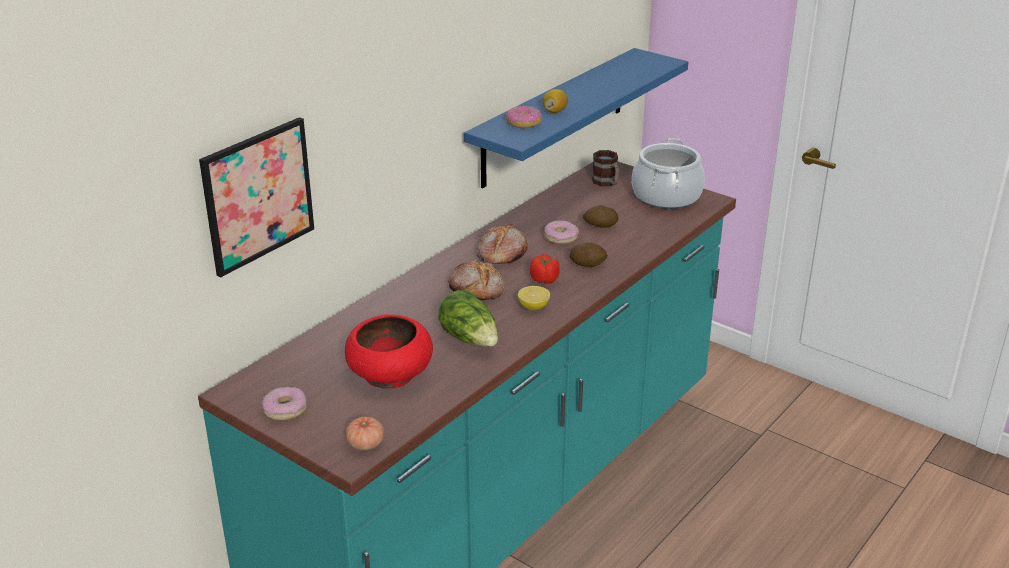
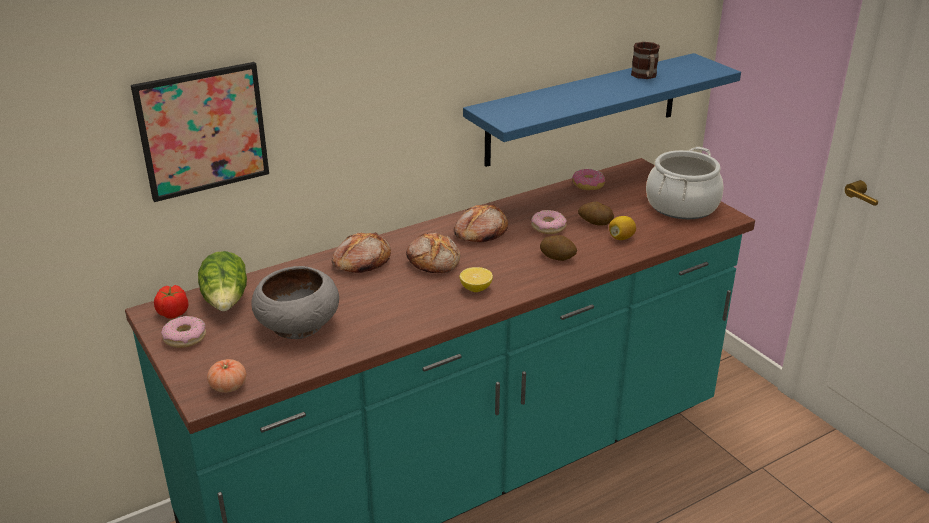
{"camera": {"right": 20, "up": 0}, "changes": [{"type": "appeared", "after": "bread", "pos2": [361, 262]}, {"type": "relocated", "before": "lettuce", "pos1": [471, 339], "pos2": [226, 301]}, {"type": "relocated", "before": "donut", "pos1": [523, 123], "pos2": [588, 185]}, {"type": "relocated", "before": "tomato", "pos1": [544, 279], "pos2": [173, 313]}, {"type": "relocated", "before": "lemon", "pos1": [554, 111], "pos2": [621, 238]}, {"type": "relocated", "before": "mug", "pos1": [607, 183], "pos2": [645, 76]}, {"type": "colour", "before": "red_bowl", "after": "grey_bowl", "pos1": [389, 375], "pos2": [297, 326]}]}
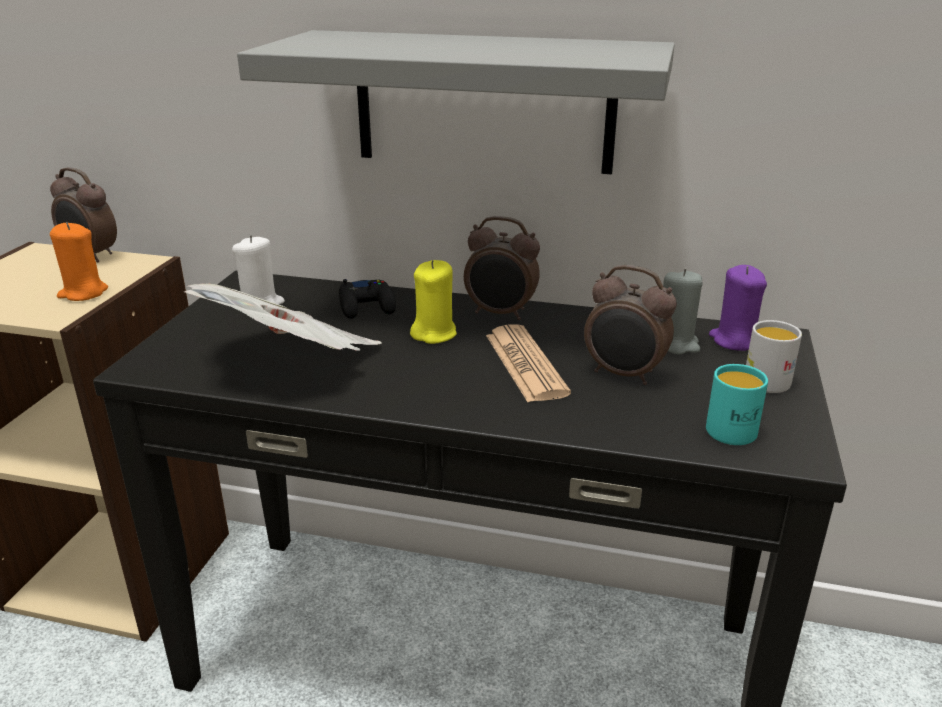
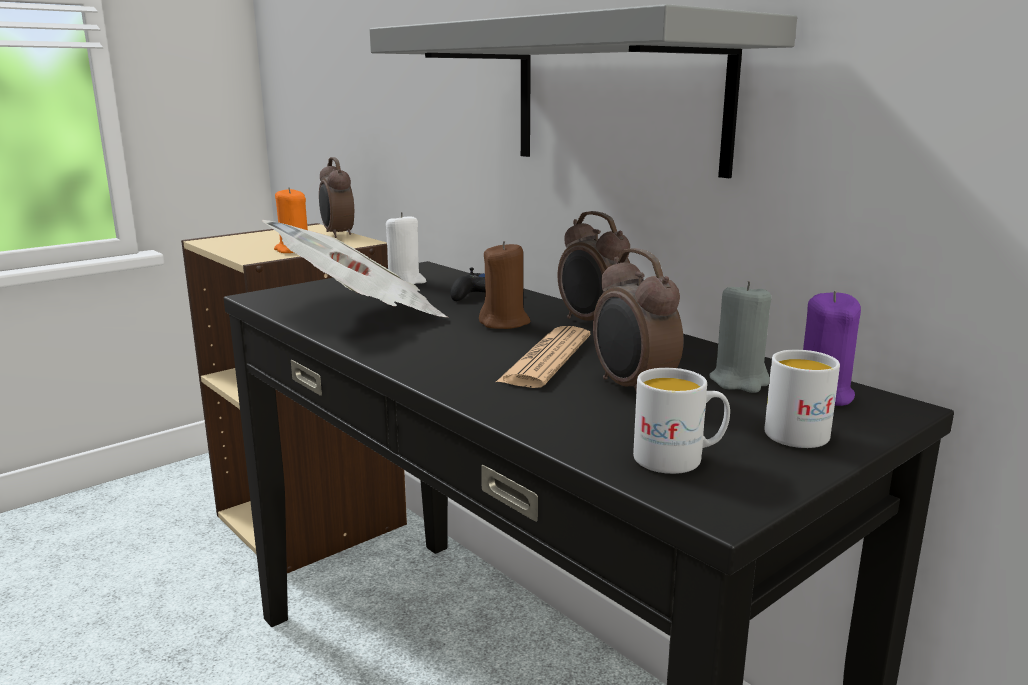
{"camera": {"right": 35, "up": -10}, "changes": [{"type": "colour", "before": "yellow_candle", "after": "brown_candle", "pos1": [434, 334], "pos2": [504, 323]}, {"type": "colour", "before": "turquoise_mug", "after": "white_mug", "pos1": [737, 428], "pos2": [679, 459]}]}
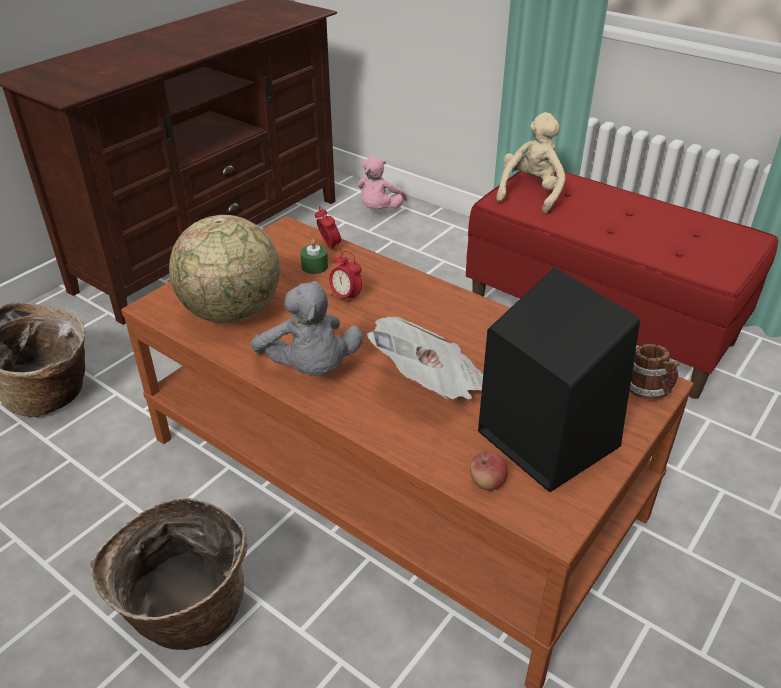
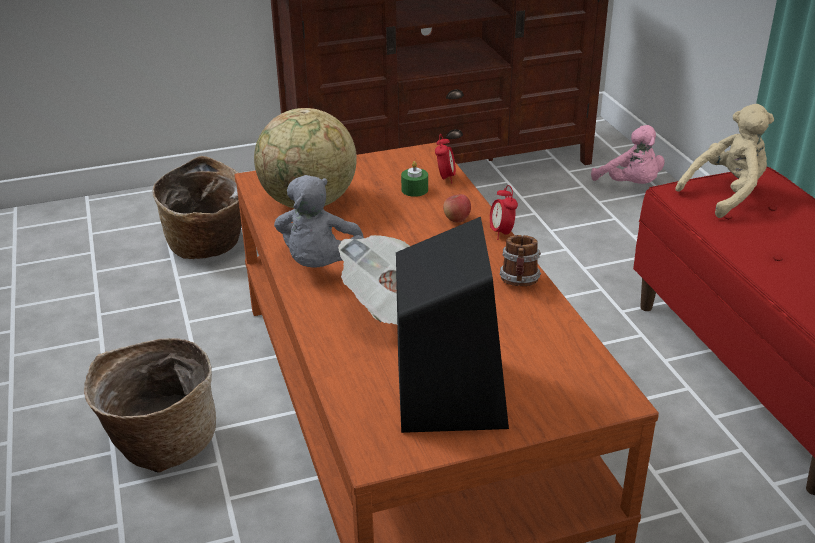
{"camera": {"right": 35, "up": -5}, "changes": [{"type": "relocated", "before": "alarm_clock", "pos1": [346, 297], "pos2": [501, 233]}, {"type": "relocated", "before": "apple", "pos1": [487, 483], "pos2": [457, 219]}, {"type": "relocated", "before": "mug", "pos1": [649, 392], "pos2": [519, 282]}, {"type": "spun", "before": "pink_plush_toy", "pos1": [379, 210], "pos2": [630, 185], "turn": -90}]}
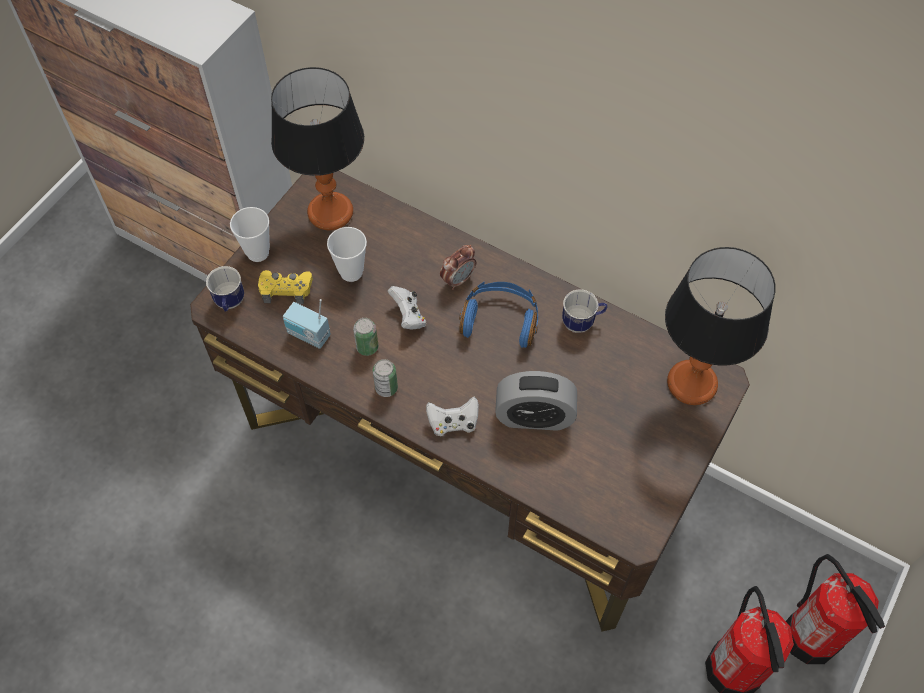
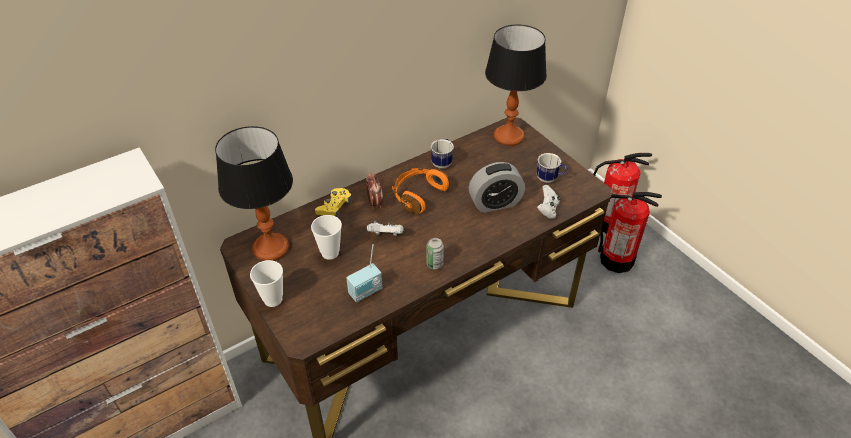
{"camera": {"right": -65, "up": -15}, "changes": [{"type": "missing", "before": "can", "pos1": [367, 347]}, {"type": "relocated", "before": "mug", "pos1": [229, 303], "pos2": [549, 179]}, {"type": "relocated", "before": "yellow_game_controller", "pos1": [286, 289], "pos2": [334, 207]}, {"type": "relocated", "before": "white_game_controller", "pos1": [453, 423], "pos2": [547, 210]}, {"type": "colour", "before": "blue_headphones", "after": "orange_headphones", "pos1": [500, 320], "pos2": [418, 195]}, {"type": "spun", "before": "alarm_clock", "pos1": [534, 416], "pos2": [495, 203], "turn": 45}]}
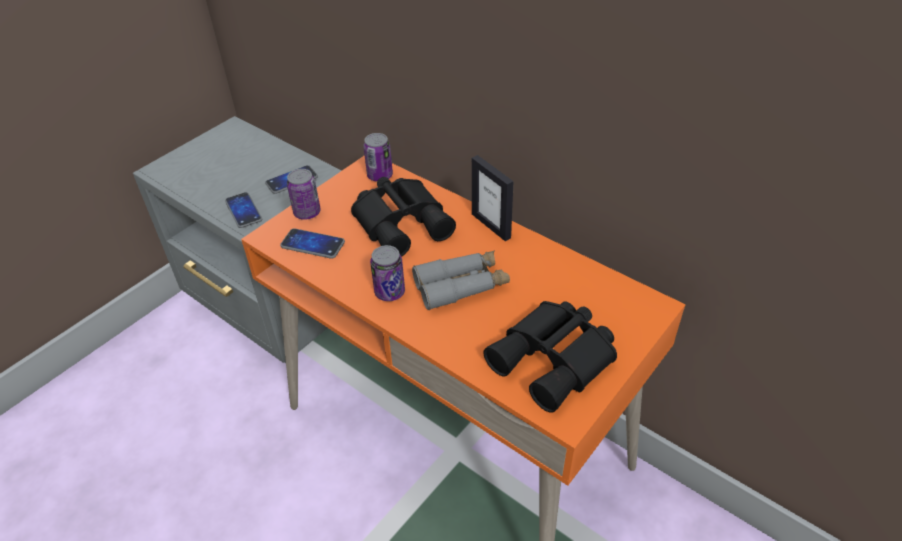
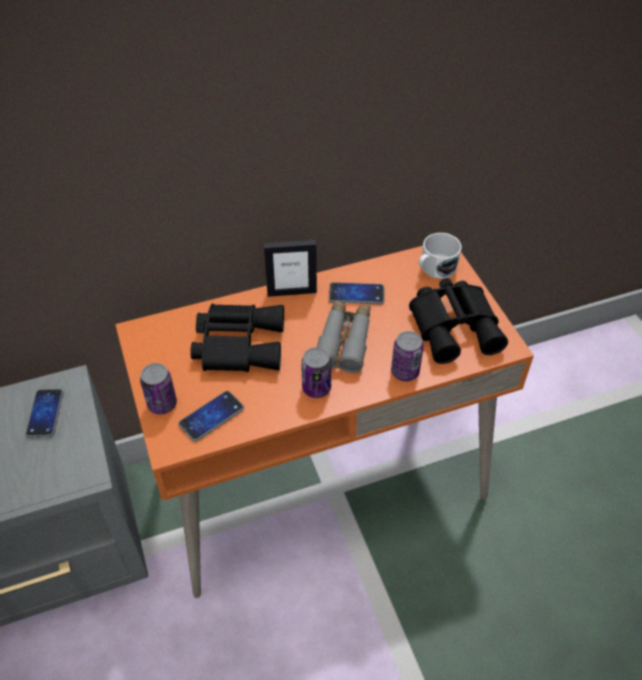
{"camera": {"right": -60, "up": 5}, "changes": [{"type": "appeared", "after": "white_mug", "pos2": [435, 268]}, {"type": "relocated", "before": "phone", "pos1": [243, 211], "pos2": [356, 294]}, {"type": "relocated", "before": "can", "pos1": [380, 175], "pos2": [405, 372]}]}
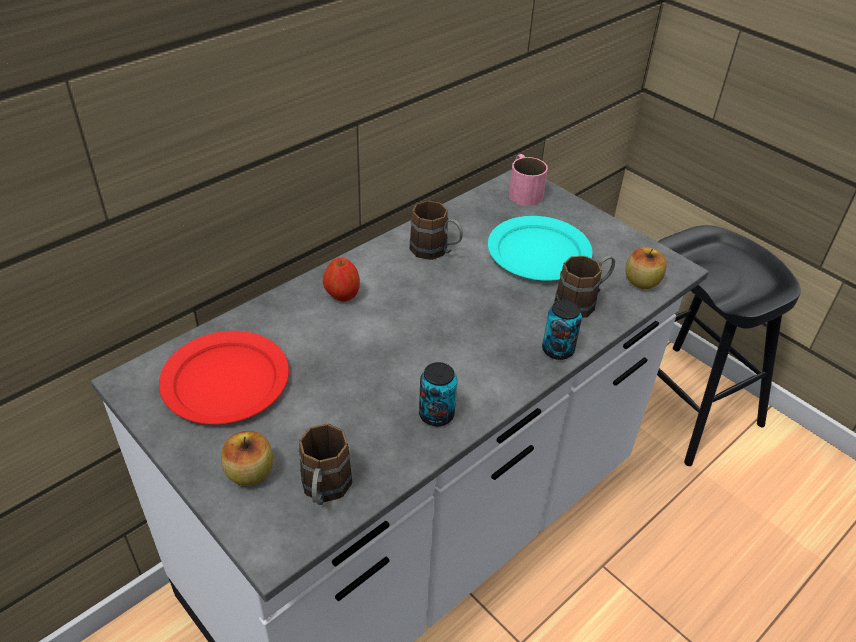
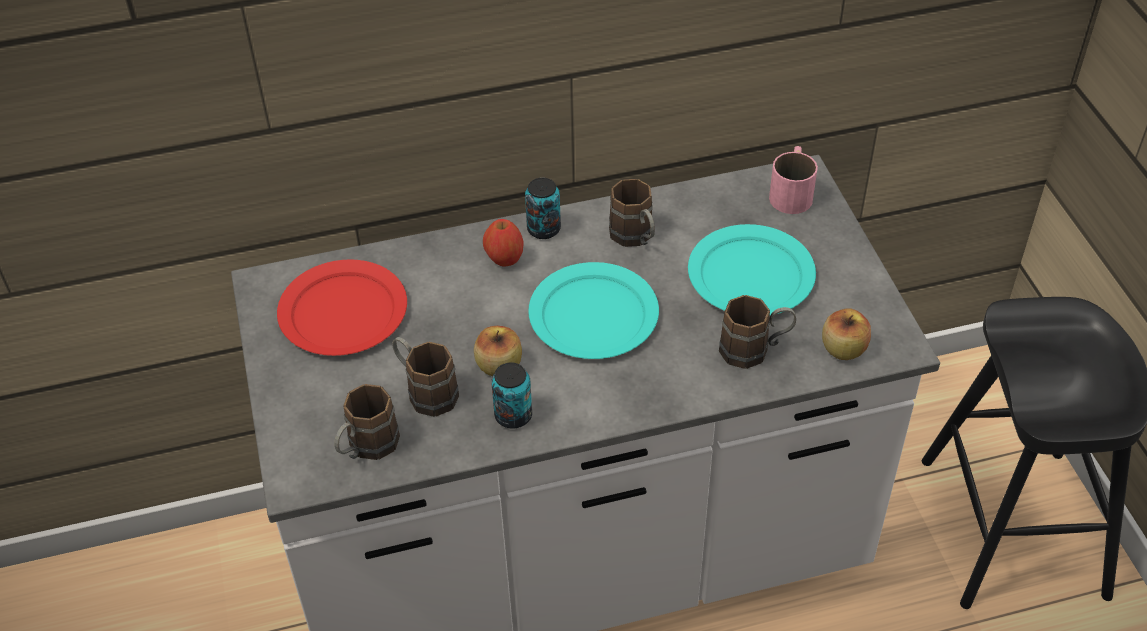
{"camera": {"right": 30, "up": 5}, "changes": [{"type": "appeared", "after": "brown_mug", "pos2": [425, 391]}, {"type": "appeared", "after": "turquoise_plate", "pos2": [593, 314]}, {"type": "relocated", "before": "apple", "pos1": [249, 473], "pos2": [499, 366]}, {"type": "relocated", "before": "can", "pos1": [557, 350], "pos2": [543, 229]}]}
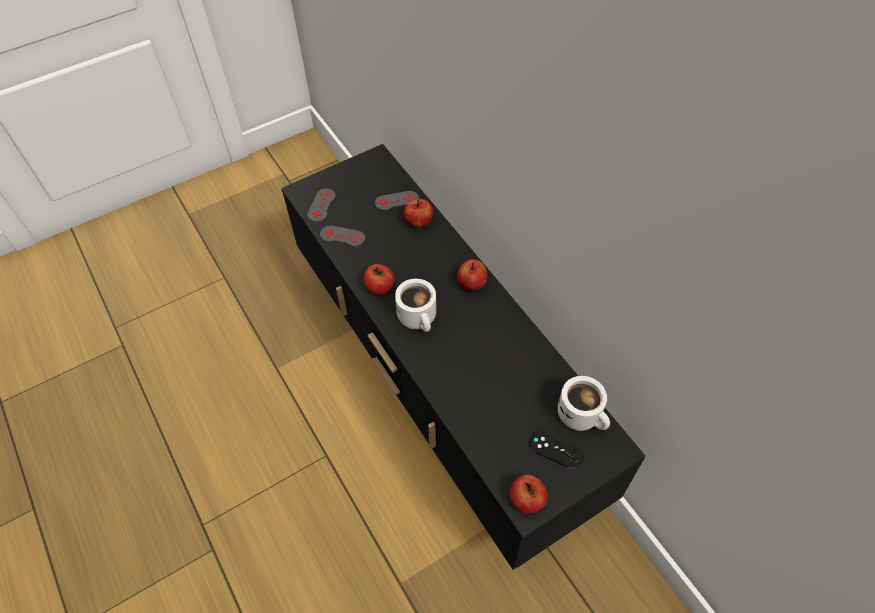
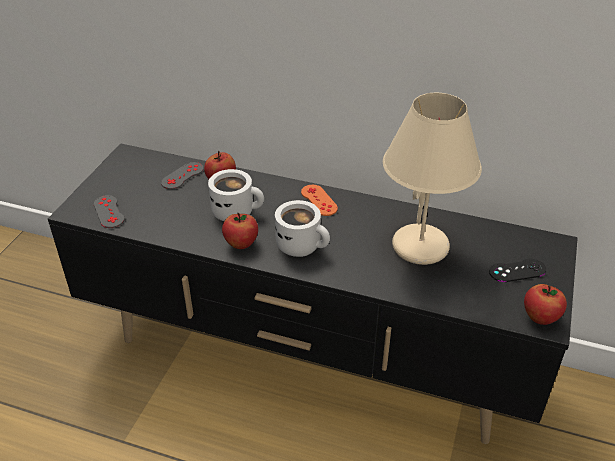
{"camera": {"right": -40, "up": -15}, "changes": [{"type": "missing", "before": "grey_game_controller", "pos1": [342, 236]}, {"type": "appeared", "after": "beige_table_lamp", "pos2": [421, 247]}, {"type": "relocated", "before": "white_mug", "pos1": [582, 415], "pos2": [237, 211]}, {"type": "exchanged", "before": "apple", "after": "orange_game_controller", "pos1": [471, 284], "pos2": [319, 200]}]}
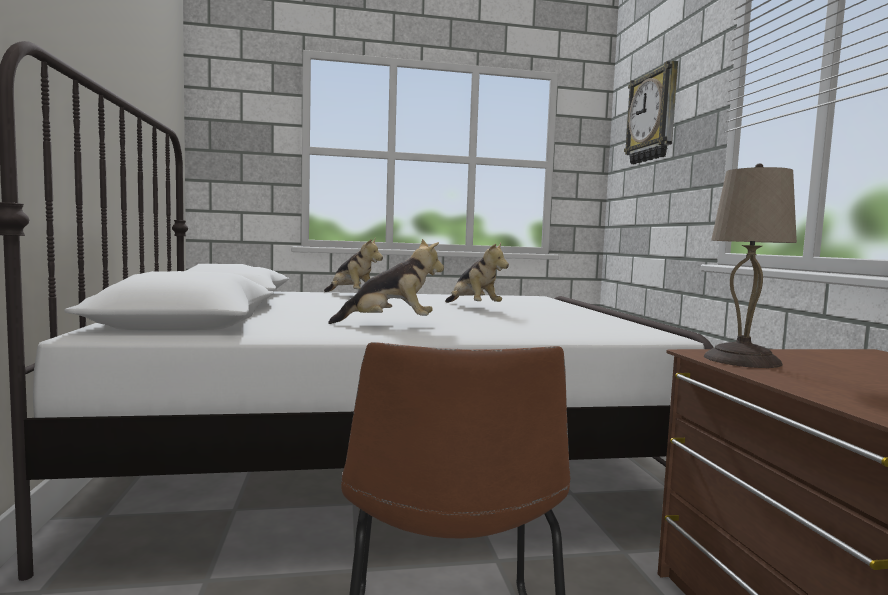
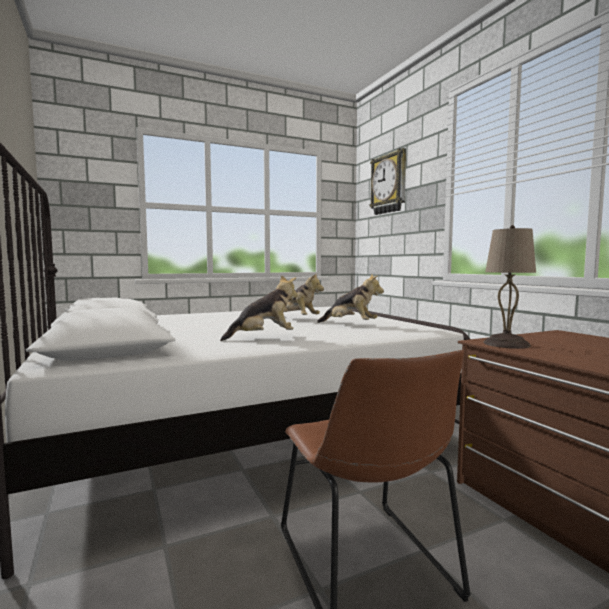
{"camera": {"right": -15, "up": 0}, "changes": [{"type": "relocated", "before": "plush_toy", "pos1": [351, 295], "pos2": [350, 324]}]}
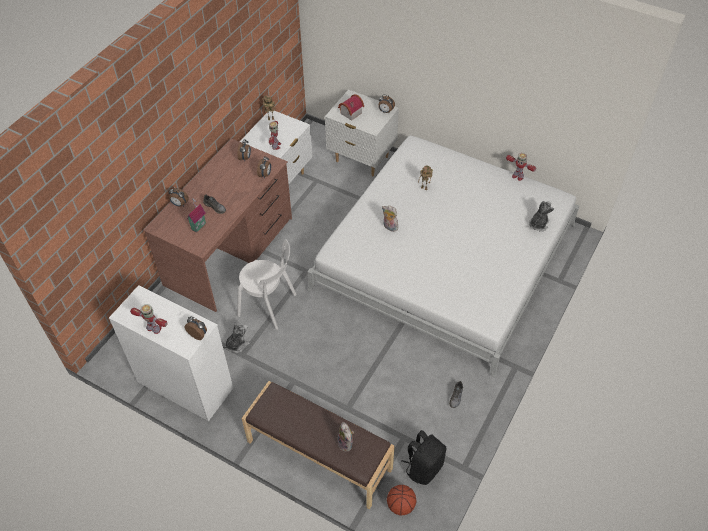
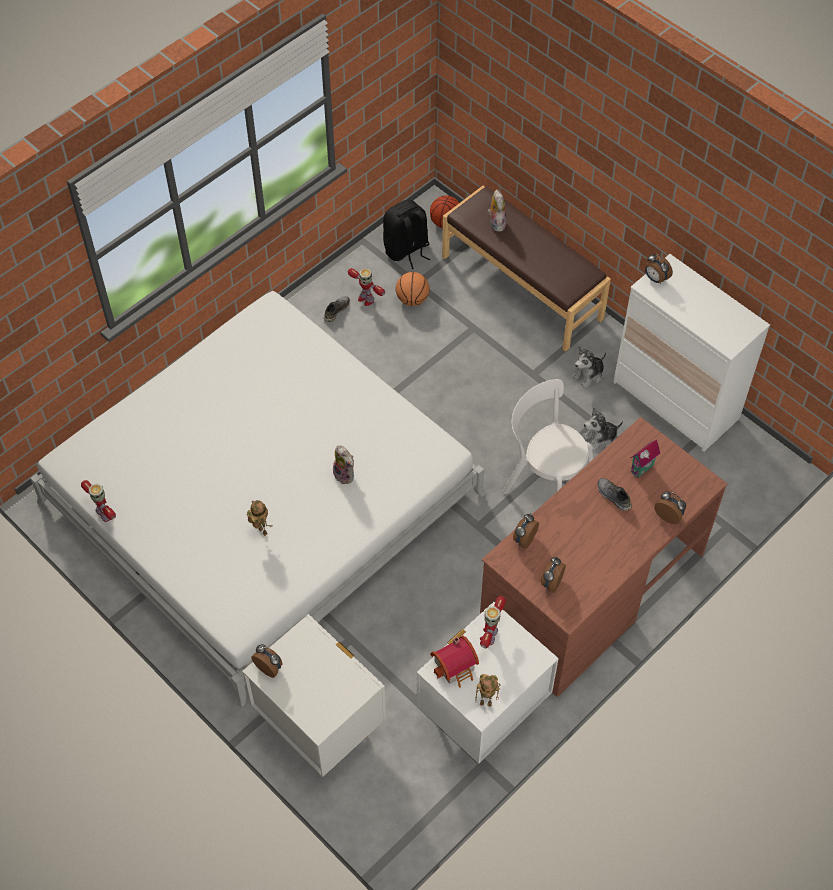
{"camera": {"right": -165, "up": 5}, "changes": [{"type": "appeared", "after": "basketball", "pos2": [412, 299]}, {"type": "relocated", "before": "toy_robot", "pos1": [154, 329], "pos2": [366, 299]}, {"type": "relocated", "before": "toy_house", "pos1": [349, 113], "pos2": [456, 667]}, {"type": "relocated", "before": "plush_toy", "pos1": [538, 224], "pos2": [588, 374]}]}
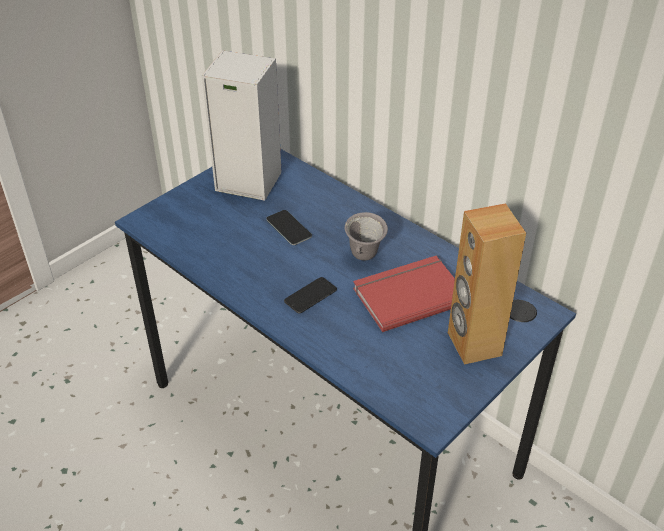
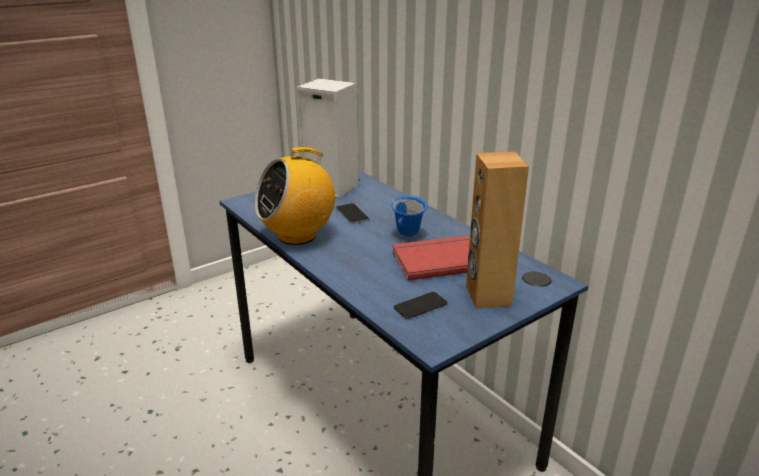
{"camera": {"right": 10, "up": -15}, "changes": [{"type": "appeared", "after": "radio", "pos2": [298, 235]}, {"type": "relocated", "before": "phone", "pos1": [310, 296], "pos2": [420, 306]}, {"type": "colour", "before": "grey_mug", "after": "blue_mug", "pos1": [365, 257], "pos2": [408, 235]}]}
